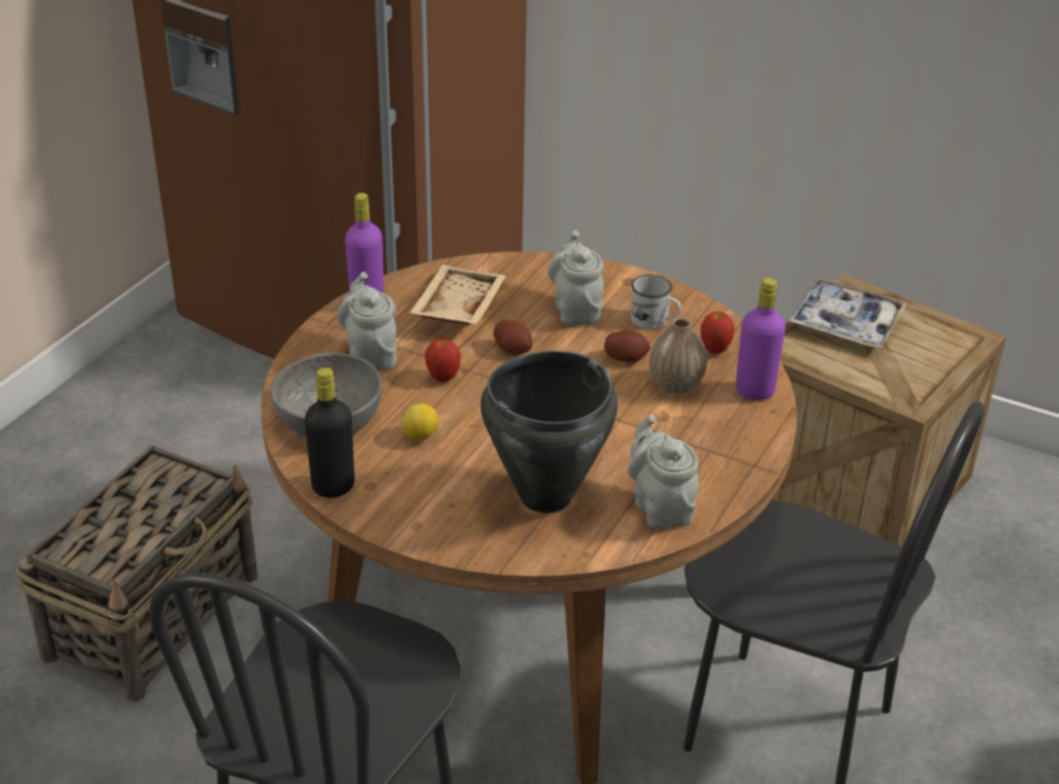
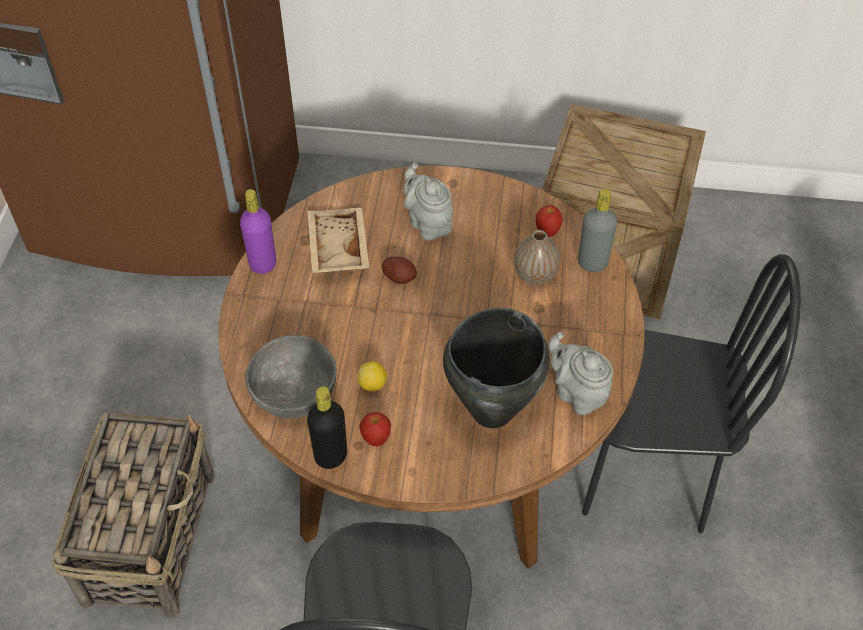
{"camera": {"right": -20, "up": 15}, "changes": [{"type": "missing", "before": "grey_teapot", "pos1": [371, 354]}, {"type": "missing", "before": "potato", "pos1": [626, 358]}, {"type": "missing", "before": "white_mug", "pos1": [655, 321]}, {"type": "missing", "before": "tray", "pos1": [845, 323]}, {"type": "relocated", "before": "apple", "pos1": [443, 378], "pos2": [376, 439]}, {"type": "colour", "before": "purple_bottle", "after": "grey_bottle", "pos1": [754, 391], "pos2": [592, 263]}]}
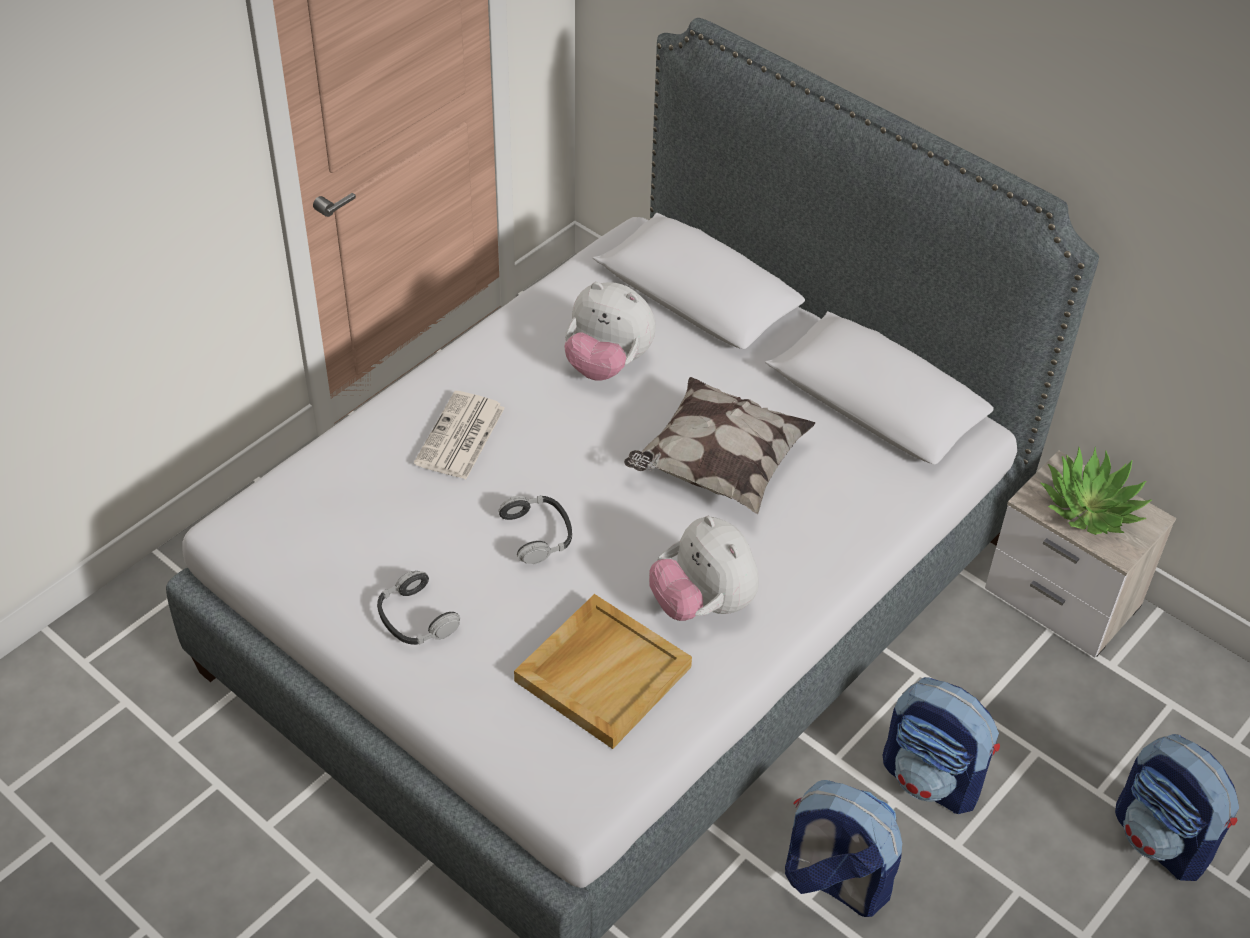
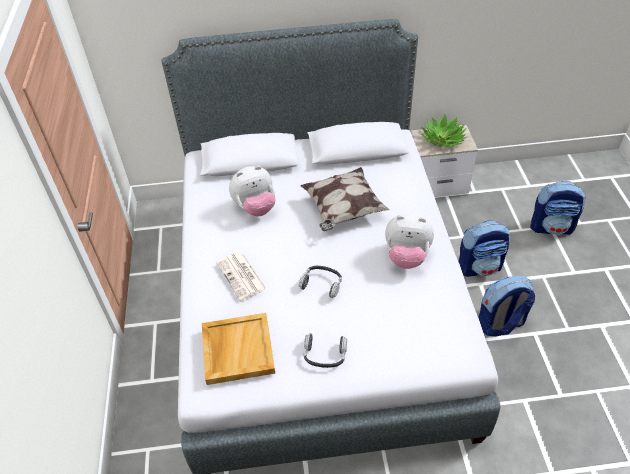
{"camera": {"right": -45, "up": 0}, "changes": [{"type": "relocated", "before": "beige_tray", "pos1": [603, 672], "pos2": [237, 349]}]}
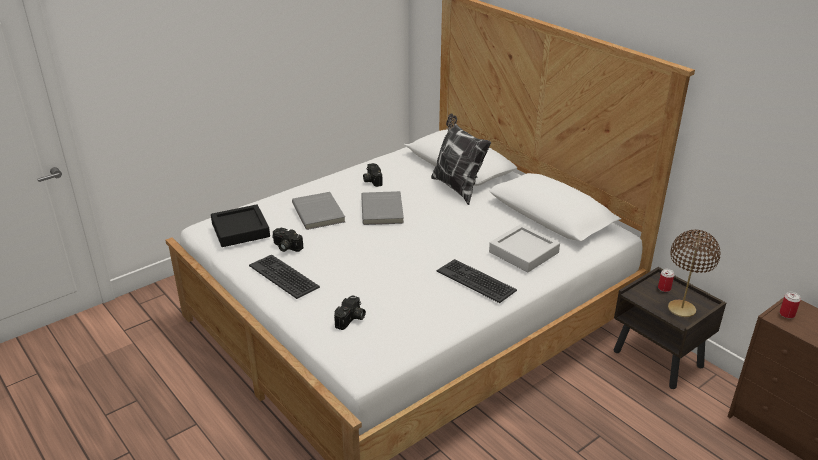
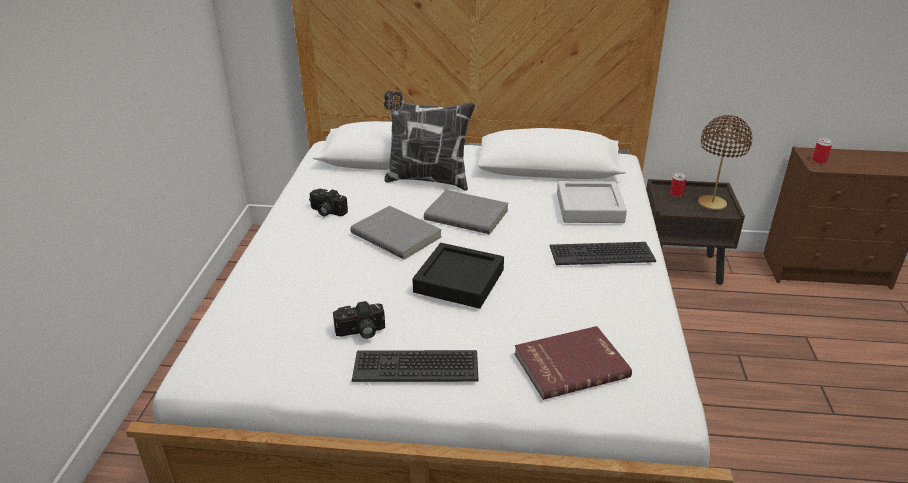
{"camera": {"right": -45, "up": 0}, "changes": [{"type": "relocated", "before": "black_tray", "pos1": [240, 230], "pos2": [459, 281]}, {"type": "relocated", "before": "grey_book", "pos1": [319, 212], "pos2": [467, 214]}, {"type": "exchanged", "before": "photo_camera", "after": "red_book", "pos1": [351, 320], "pos2": [570, 364]}]}
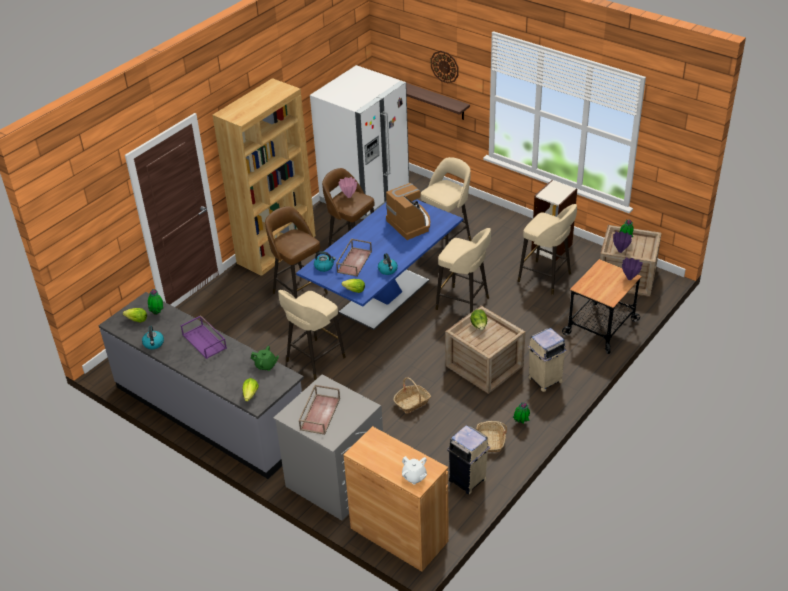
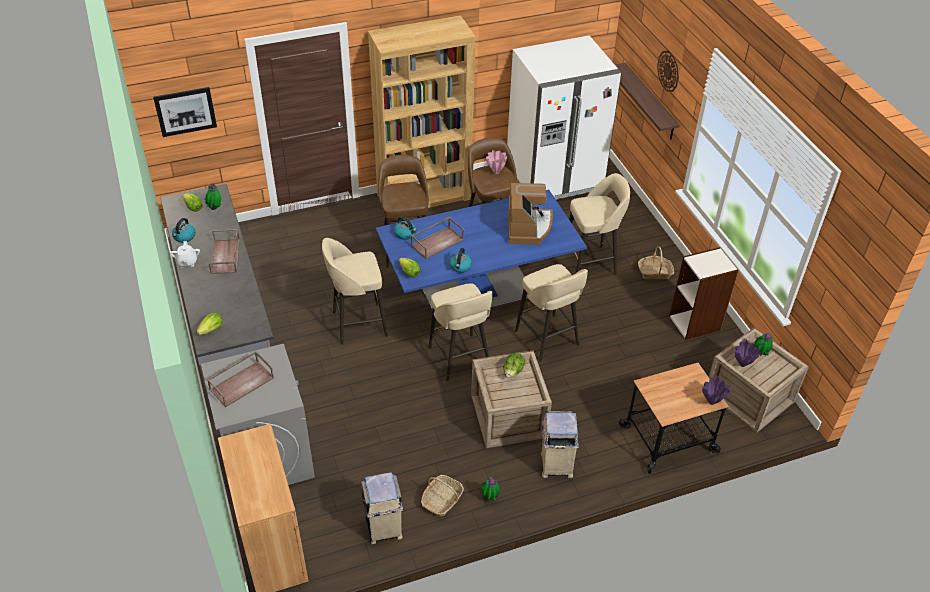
{"camera": {"right": 30, "up": 5}, "changes": [{"type": "missing", "before": "green_teapot", "pos1": [266, 366]}, {"type": "appeared", "after": "picture", "pos2": [185, 111]}, {"type": "relocated", "before": "basket", "pos1": [412, 403], "pos2": [655, 272]}, {"type": "relocated", "before": "white_teapot", "pos1": [414, 477], "pos2": [187, 262]}, {"type": "relocated", "before": "beige_stool", "pos1": [546, 278], "pos2": [460, 359]}, {"type": "colour", "before": "purple_tray", "after": "brown_tray", "pos1": [205, 341], "pos2": [226, 256]}]}
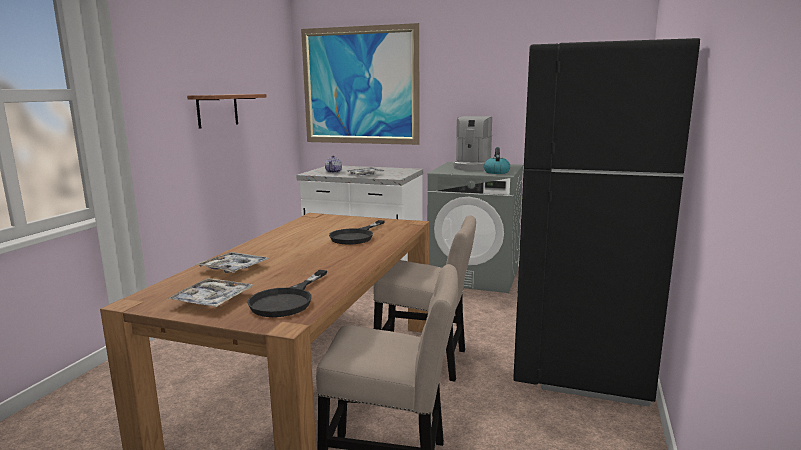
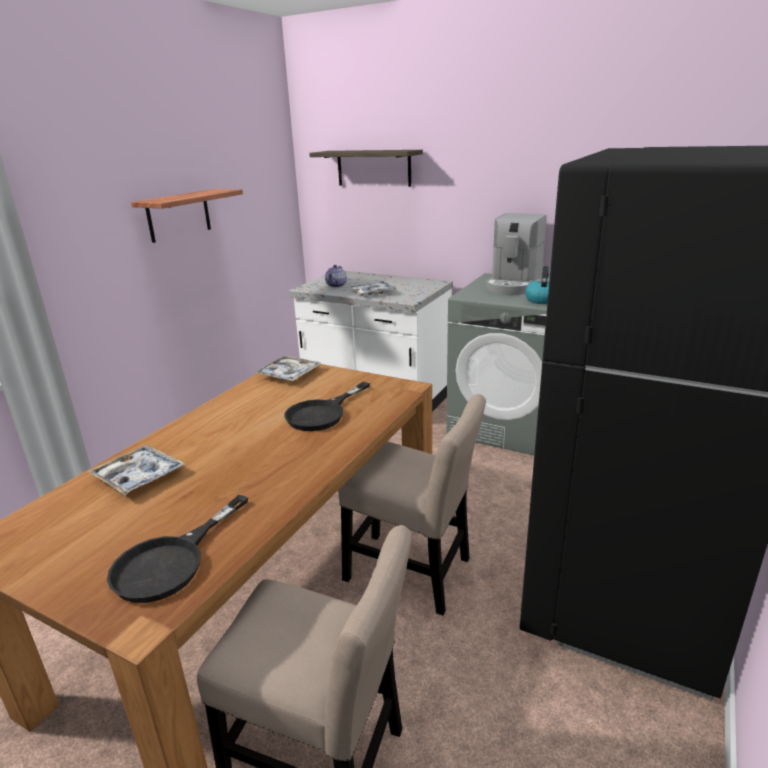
{"camera": {"right": 10, "up": 10}, "changes": [{"type": "relocated", "before": "tray", "pos1": [212, 300], "pos2": [289, 374]}, {"type": "exchanged", "before": "picture", "after": "shelf", "pos1": [359, 86], "pos2": [373, 168]}]}
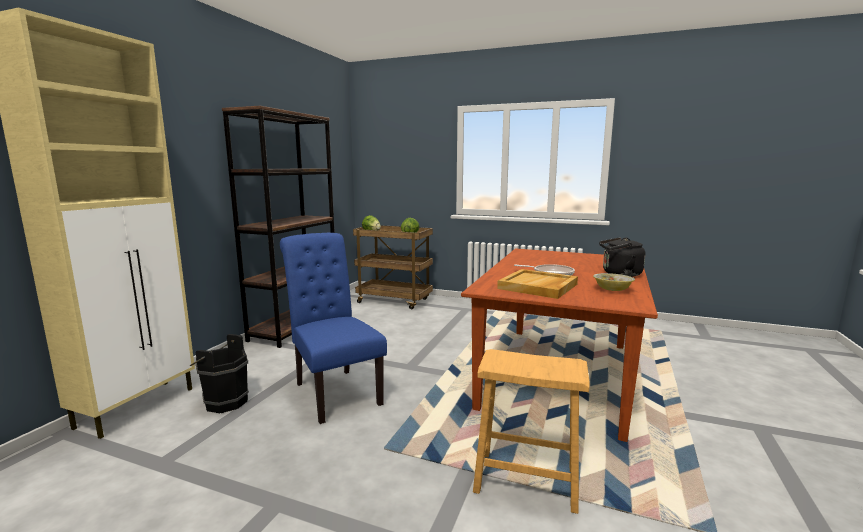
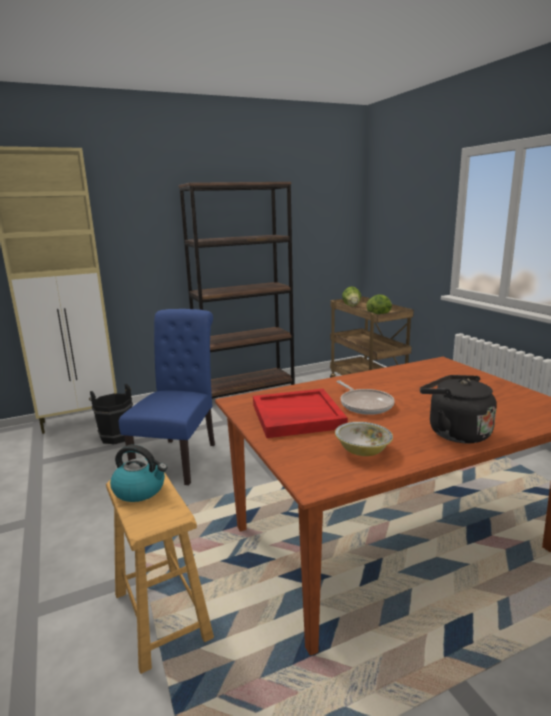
{"camera": {"right": 45, "up": 5}, "changes": [{"type": "appeared", "after": "kettle", "pos2": [140, 490]}, {"type": "colour", "before": "beige_tray", "after": "red_tray", "pos1": [538, 286], "pos2": [296, 416]}]}
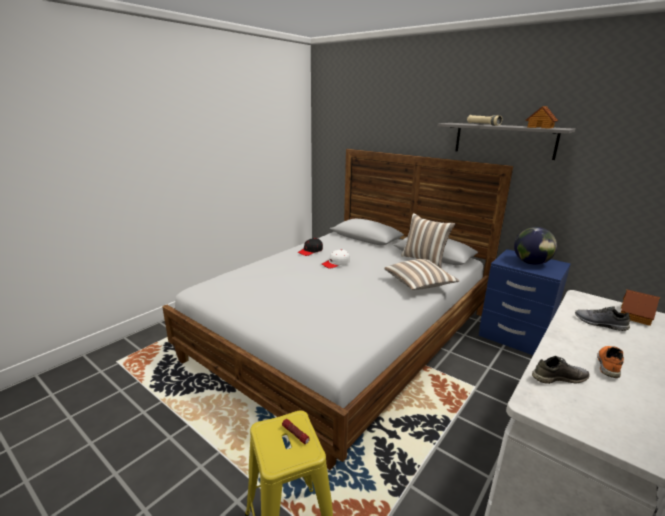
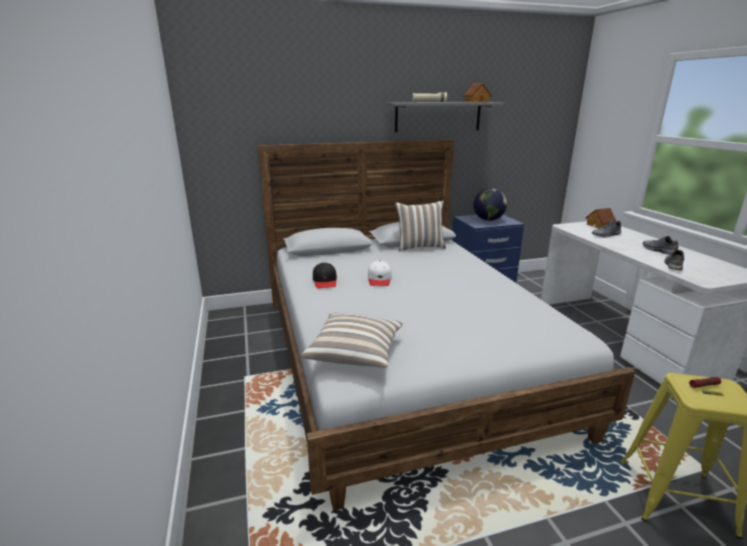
{"camera": {"right": -55, "up": 0}, "changes": [{"type": "relocated", "before": "pillow", "pos1": [419, 284], "pos2": [355, 353]}, {"type": "colour", "before": "orange_shoe", "after": "grey_shoe", "pos1": [608, 364], "pos2": [658, 250]}]}
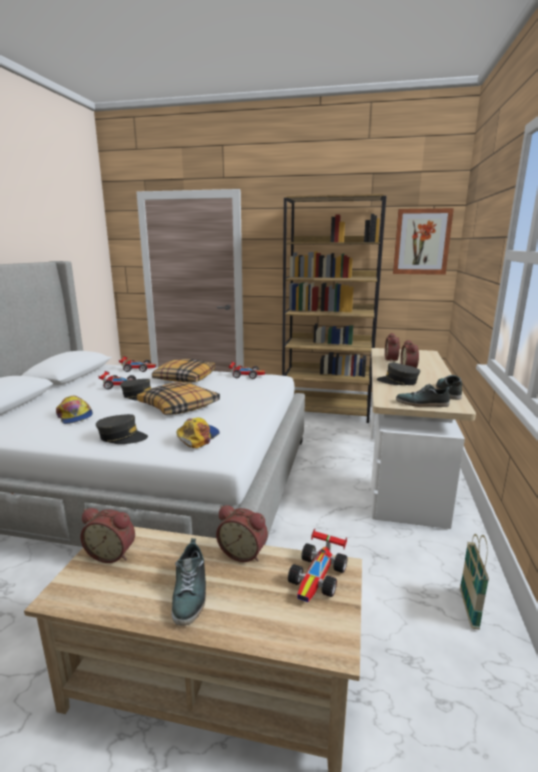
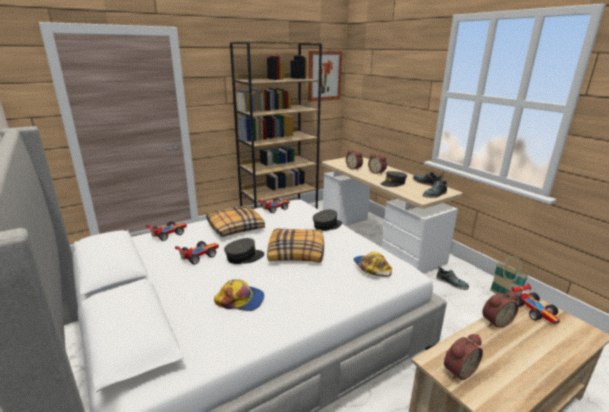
{"camera": {"right": -45, "up": 5}, "changes": [{"type": "relocated", "before": "grey_cap", "pos1": [122, 437], "pos2": [327, 225]}, {"type": "relocated", "before": "shoe", "pos1": [190, 593], "pos2": [452, 283]}]}
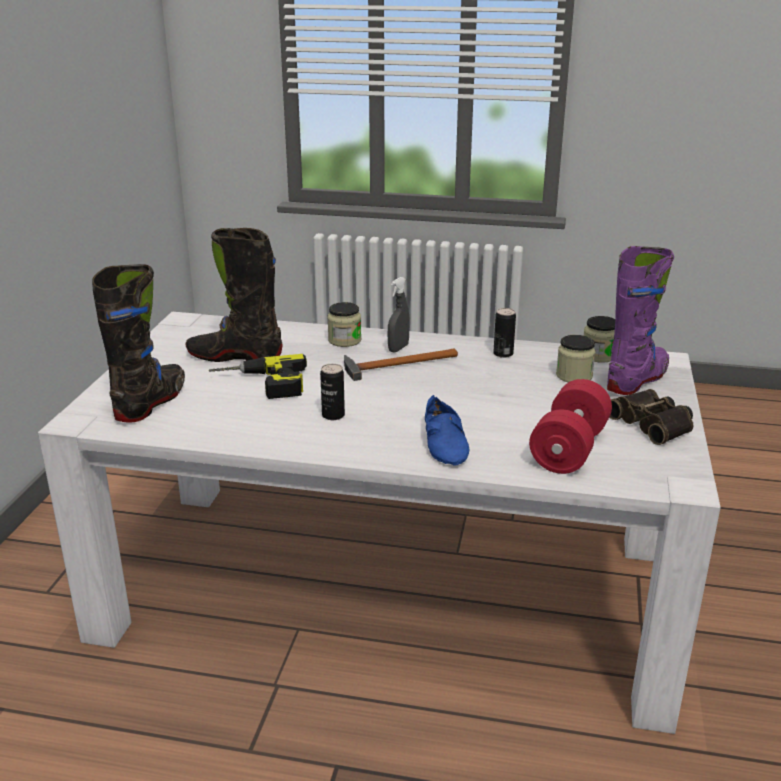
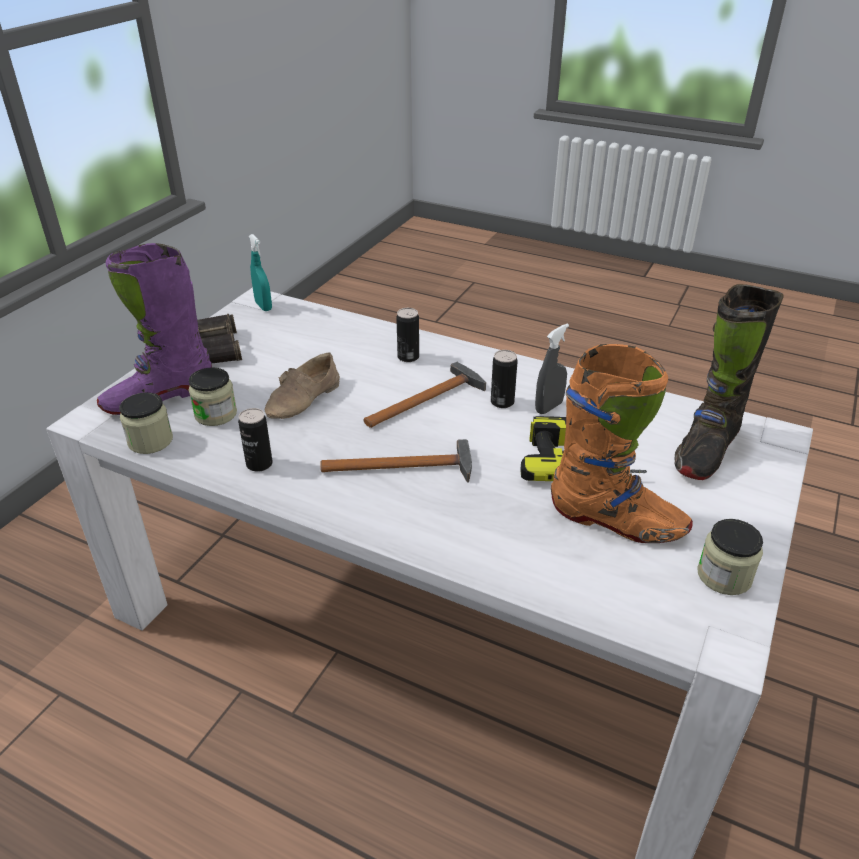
{"camera": {"right": -165, "up": 10}, "changes": [{"type": "missing", "before": "red_dumbbell", "pos1": [569, 449]}, {"type": "appeared", "after": "turquoise_spray_bottle", "pos2": [263, 306]}, {"type": "appeared", "after": "beige_shoe", "pos2": [304, 399]}, {"type": "appeared", "after": "hammer", "pos2": [428, 399]}, {"type": "relocated", "before": "jar", "pos1": [344, 340], "pos2": [724, 576]}, {"type": "relocated", "before": "grey_spray_bottle", "pos1": [398, 348], "pos2": [549, 407]}, {"type": "exchanged", "before": "blue_shoe", "after": "can", "pos1": [446, 443], "pos2": [408, 357]}, {"type": "colour", "before": "black_boot", "after": "orange_boot", "pos1": [235, 356], "pos2": [616, 522]}]}
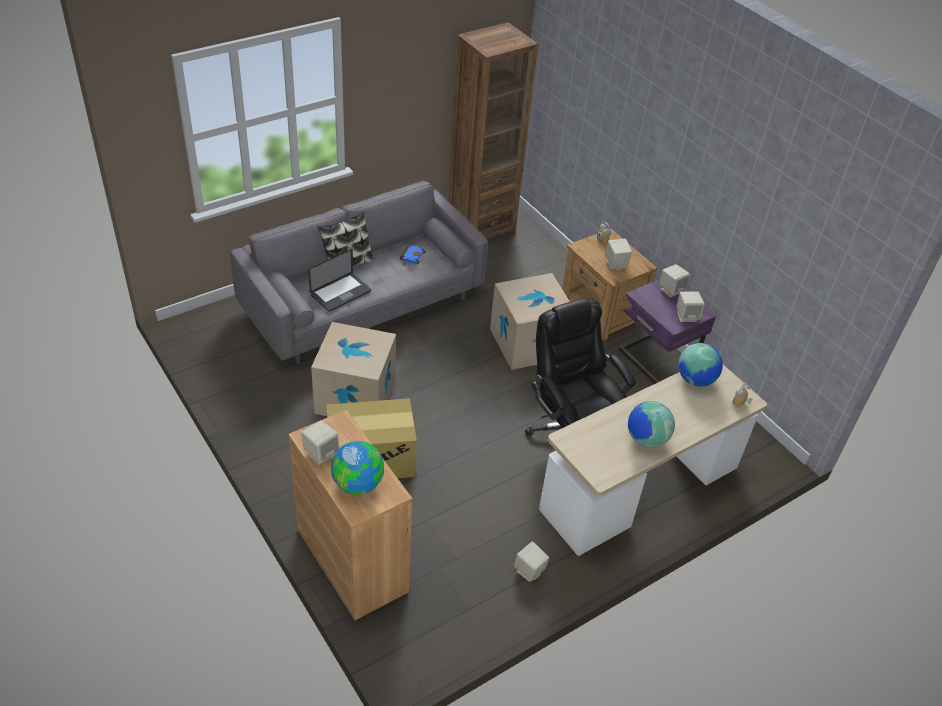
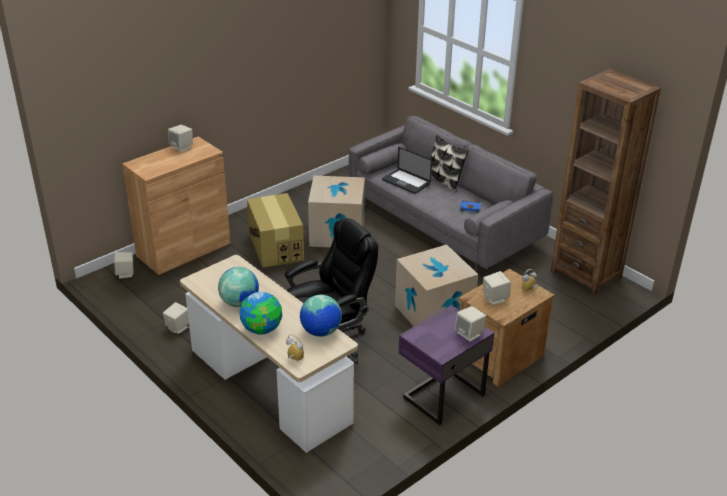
{"camera": {"right": 85, "up": -10}, "changes": [{"type": "relocated", "before": "globe", "pos1": [358, 483], "pos2": [262, 329]}, {"type": "relocated", "before": "beige_speaker", "pos1": [686, 316], "pos2": [125, 273]}]}
